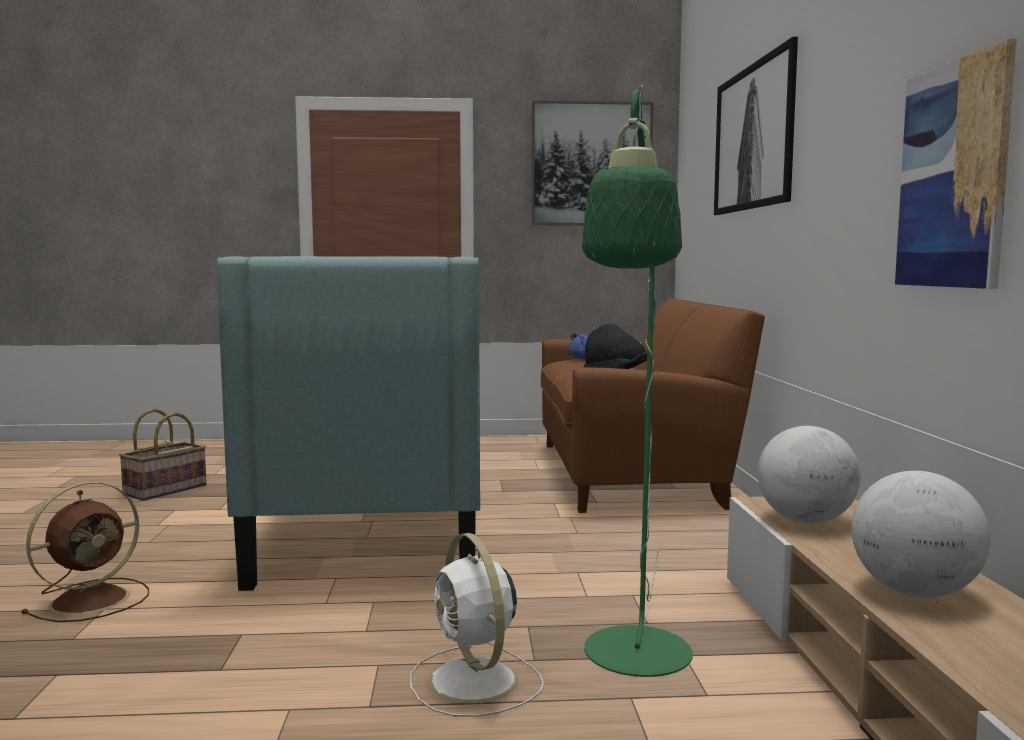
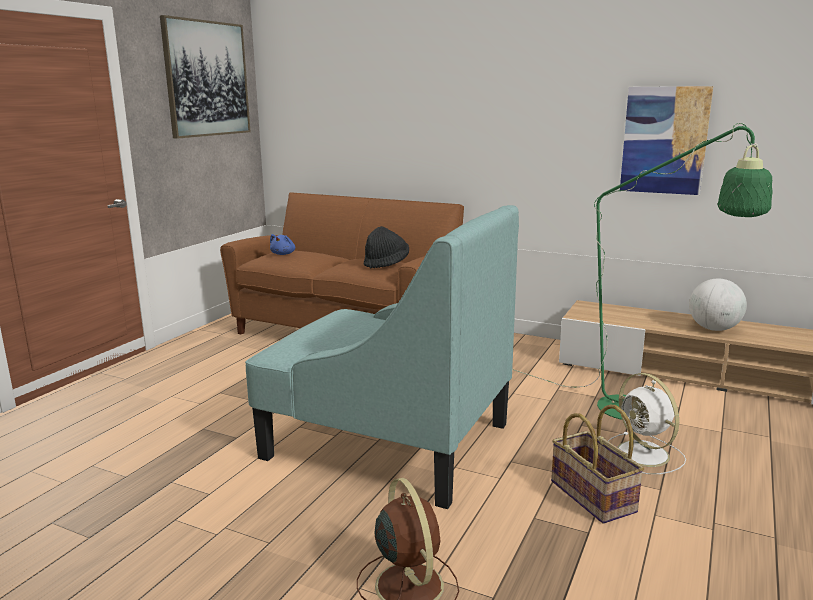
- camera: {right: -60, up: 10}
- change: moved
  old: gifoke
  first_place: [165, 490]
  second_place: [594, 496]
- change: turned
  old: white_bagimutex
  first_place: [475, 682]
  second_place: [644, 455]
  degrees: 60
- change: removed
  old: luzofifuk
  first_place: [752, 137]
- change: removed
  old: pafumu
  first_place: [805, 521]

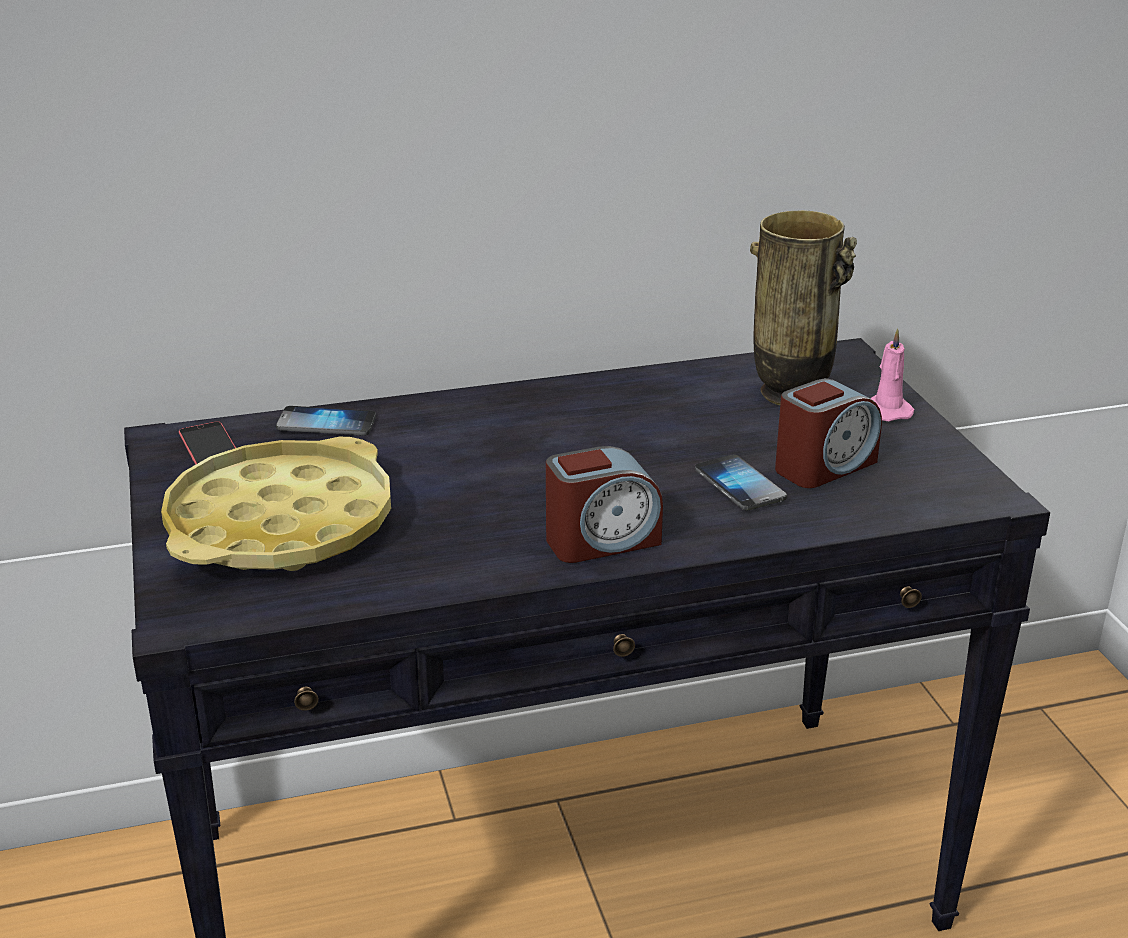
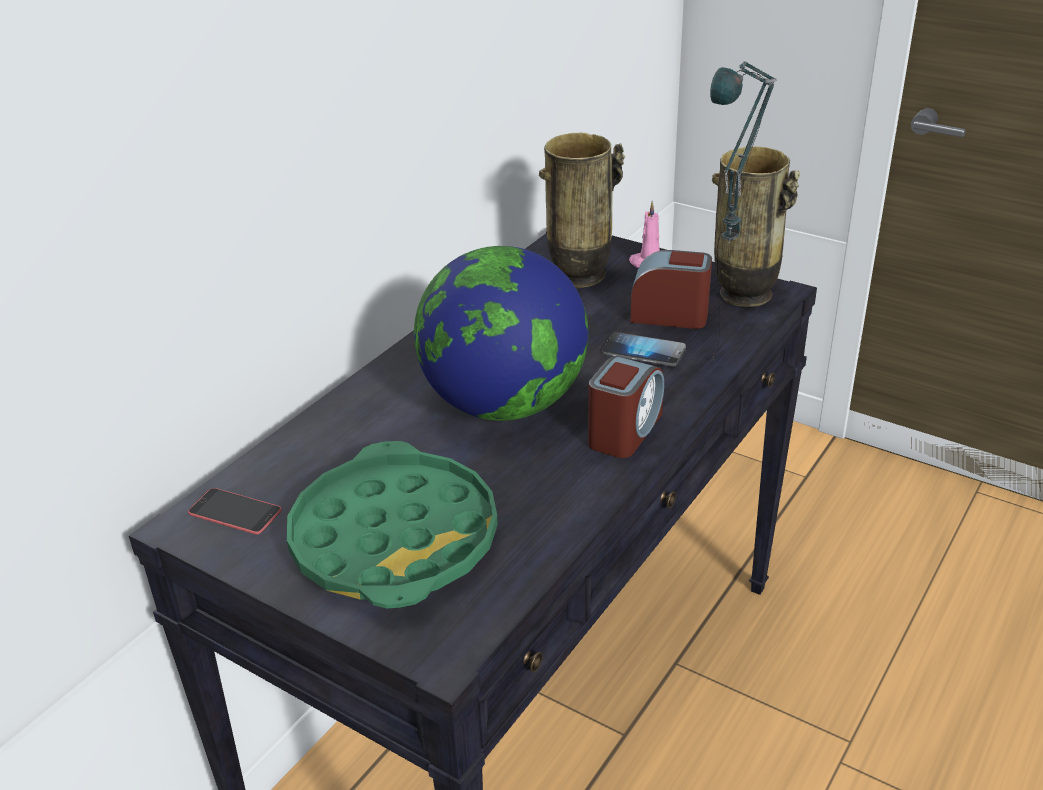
- camera: {right: -40, up: 5}
- change: recoloured
  old: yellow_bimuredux
  new: green_bimuredux
  first_place: [281, 524]
  second_place: [395, 539]
- change: removed
  old: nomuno
  first_place: [326, 424]
- change: turned
  old: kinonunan
  first_place: [824, 466]
  second_place: [669, 315]
  degrees: -90
- change: added
  new: pafumu
  second_place: [504, 404]
- change: added
  new: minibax
  second_place: [720, 374]
- change: added
  new: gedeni
  second_place: [745, 295]

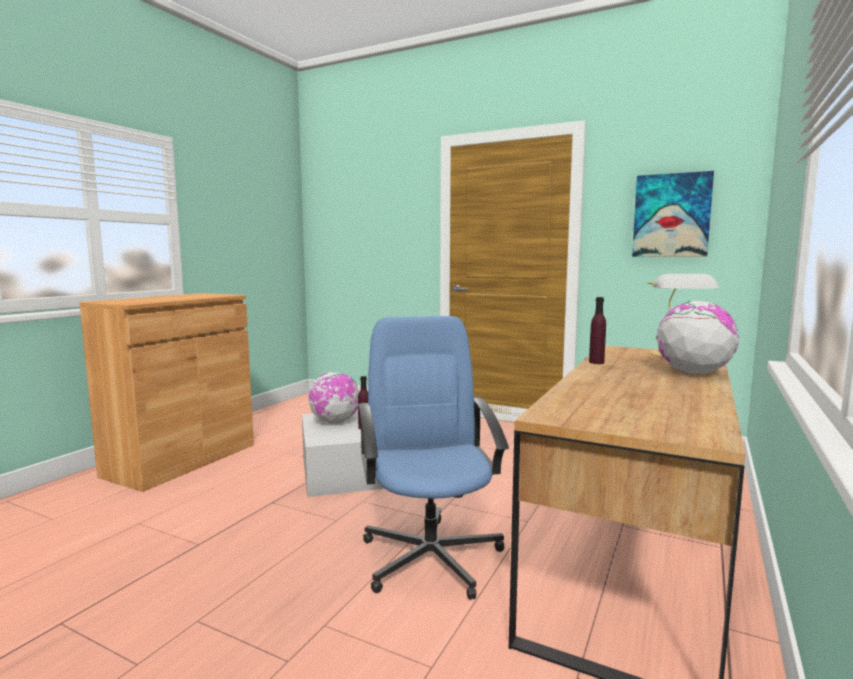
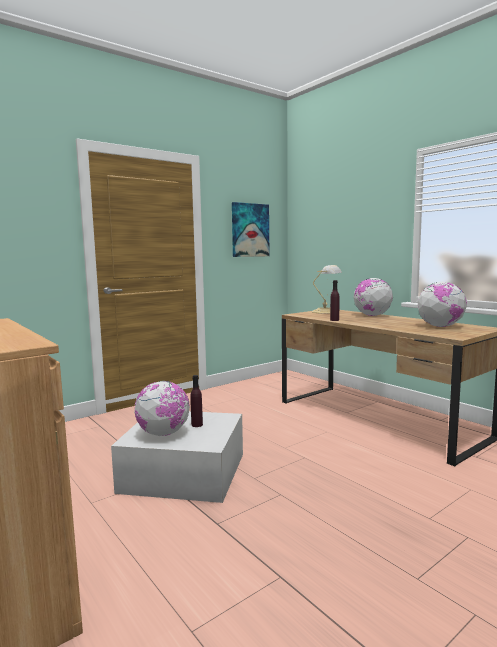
- camera: {right: -65, up: 0}
- change: removed
  old: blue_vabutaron
  first_place: [431, 556]
- change: added
  new: pafumu
  second_place: [440, 326]

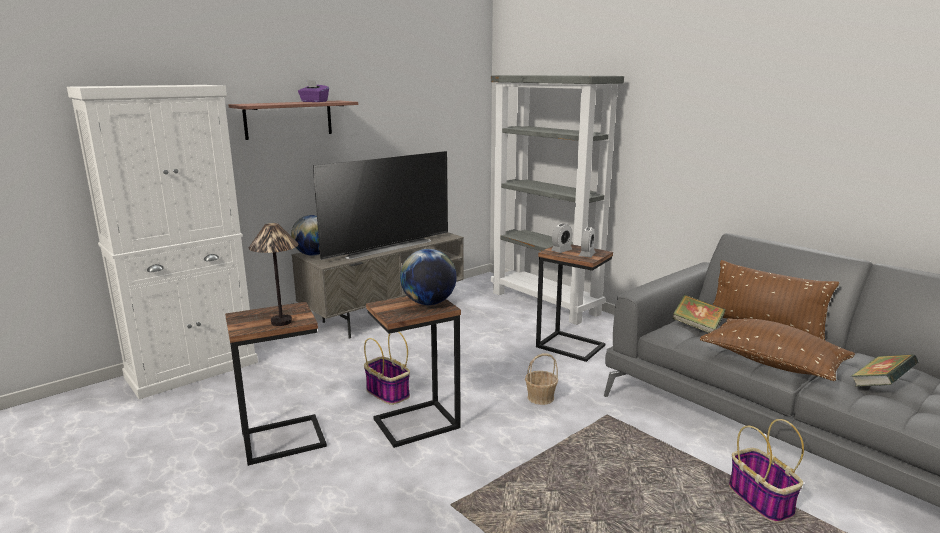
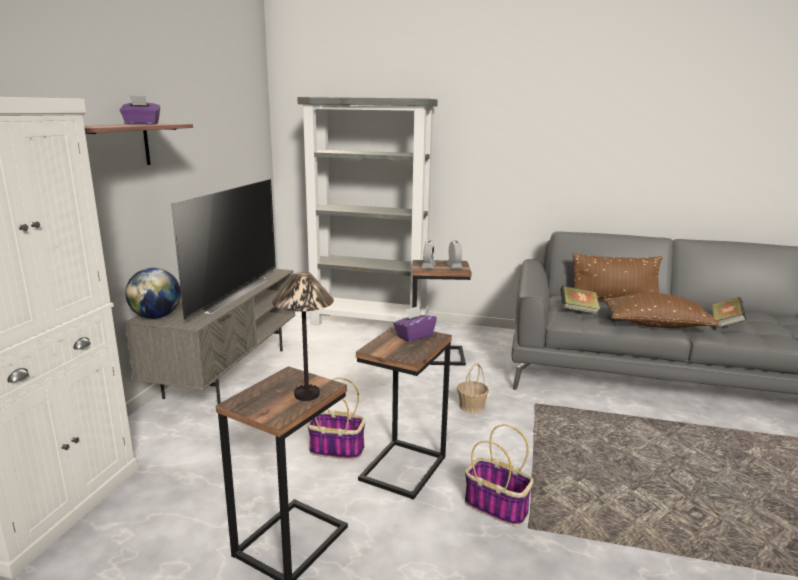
- camera: {right: -35, up: 0}
- change: replaced
  old: pafumu
  new: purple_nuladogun
  first_place: [428, 303]
  second_place: [414, 336]
- change: moved
  old: gifoke
  first_place: [761, 500]
  second_place: [497, 507]

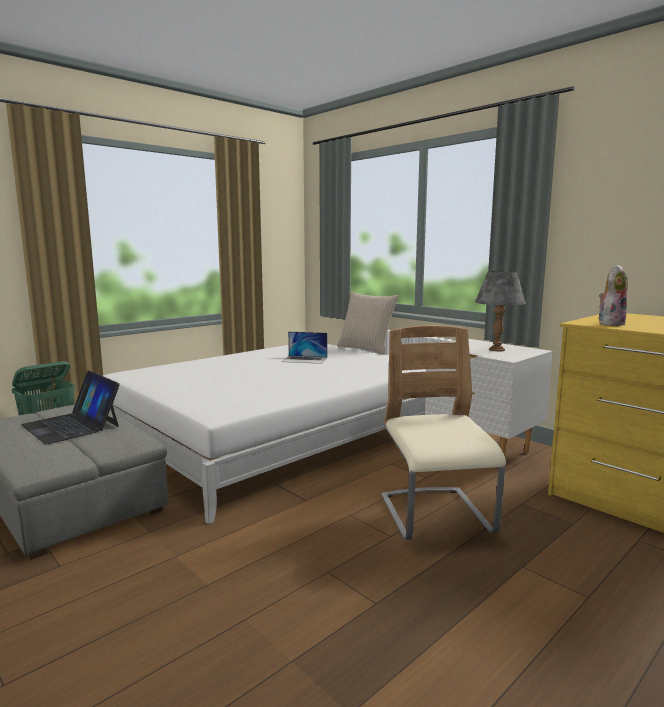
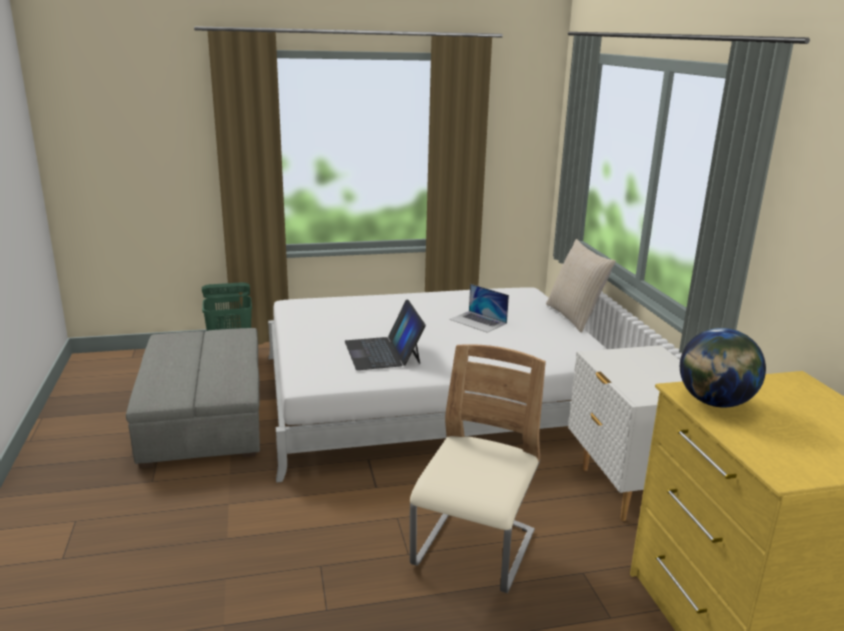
- camera: {right: 30, up: 10}
- change: moved
  old: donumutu
  first_place: [72, 425]
  second_place: [383, 352]
- change: removed
  old: grey_minibax
  first_place: [497, 349]
- change: replaced
  old: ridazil
  new: pafumu
  first_place: [610, 323]
  second_place: [714, 402]

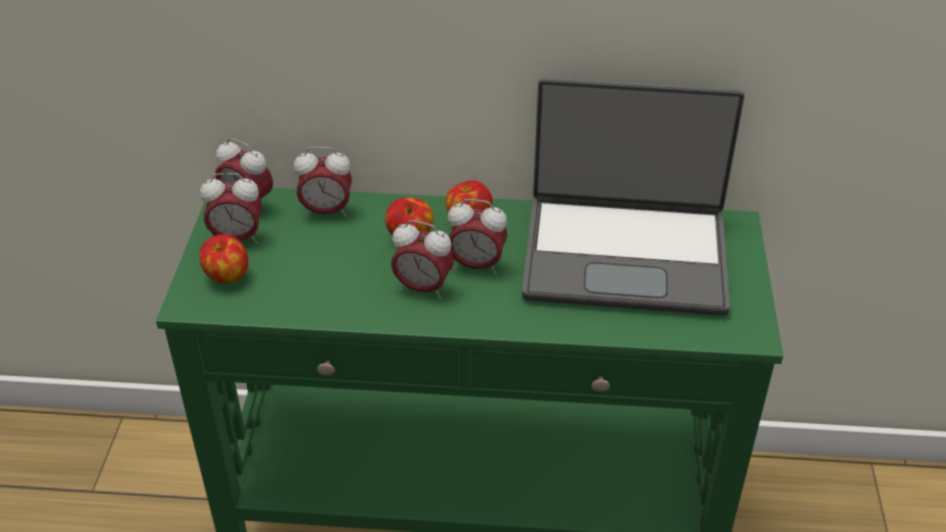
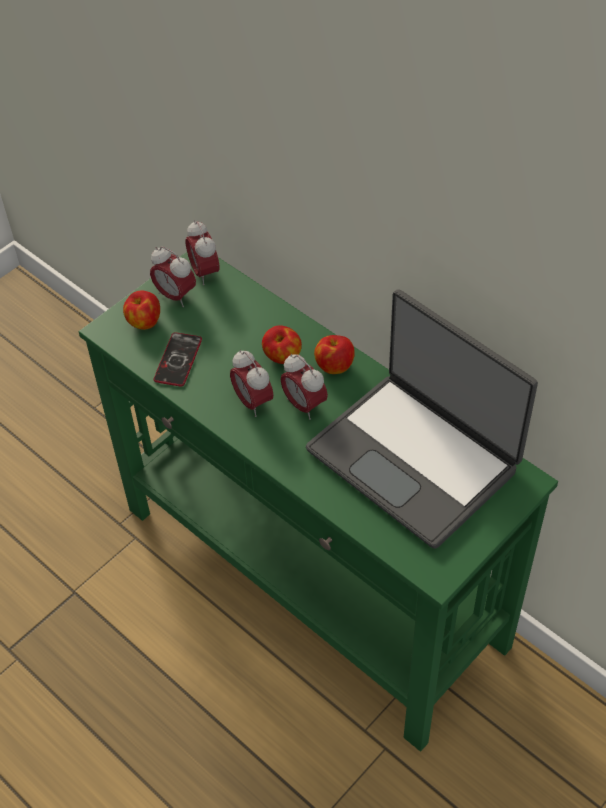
- camera: {right: 40, up: 10}
- change: removed
  old: kinonunan
  first_place: [326, 211]
- change: added
  new: nomuno
  second_place: [178, 360]

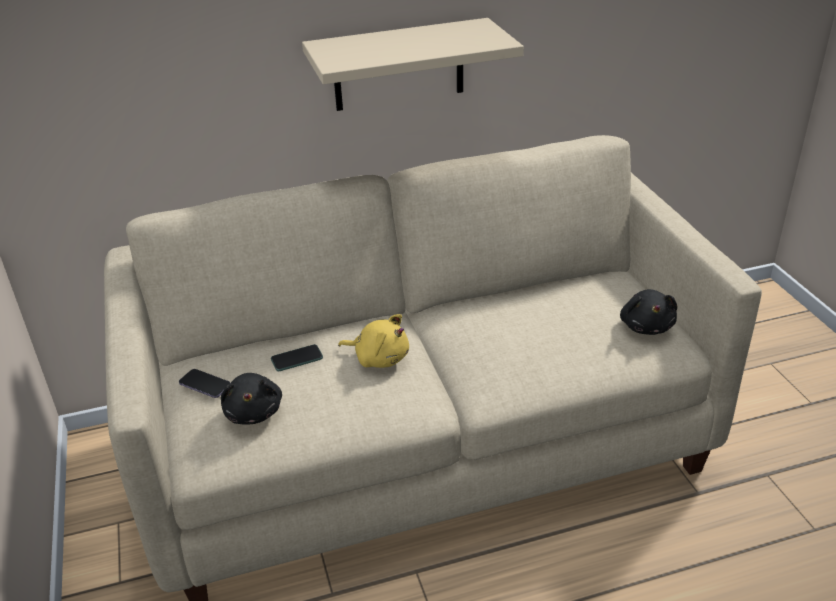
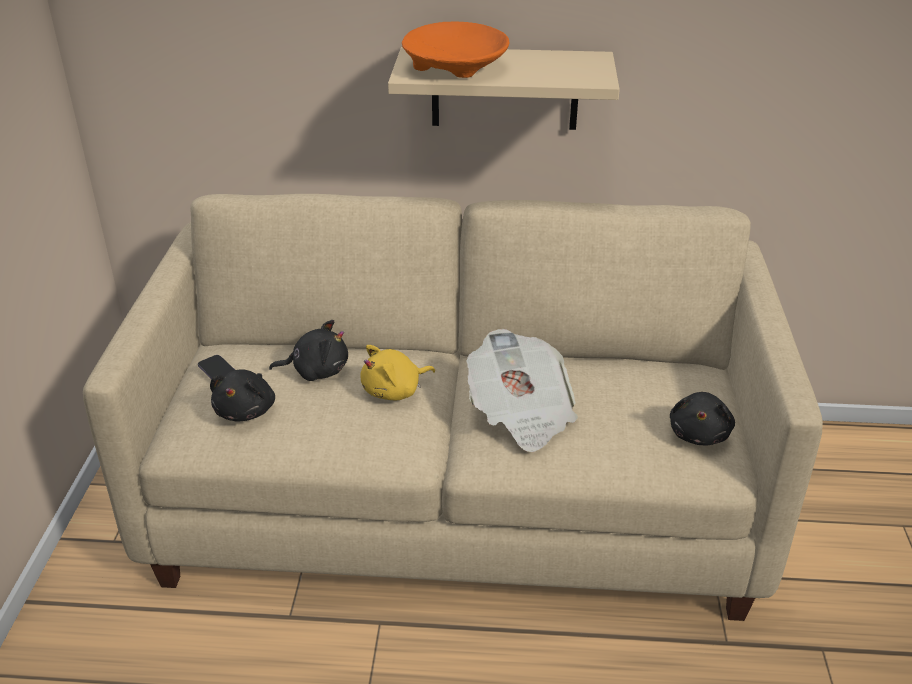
- camera: {right: 20, up: 0}
- change: replaced
  old: nomuno
  new: black_ridazil
  first_place: [297, 359]
  second_place: [316, 370]
- change: turned
  old: yellow_ridazil
  first_place: [379, 358]
  second_place: [395, 391]
  degrees: 105
- change: added
  new: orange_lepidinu
  second_place: [456, 68]
- change: added
  new: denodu
  second_place: [521, 414]

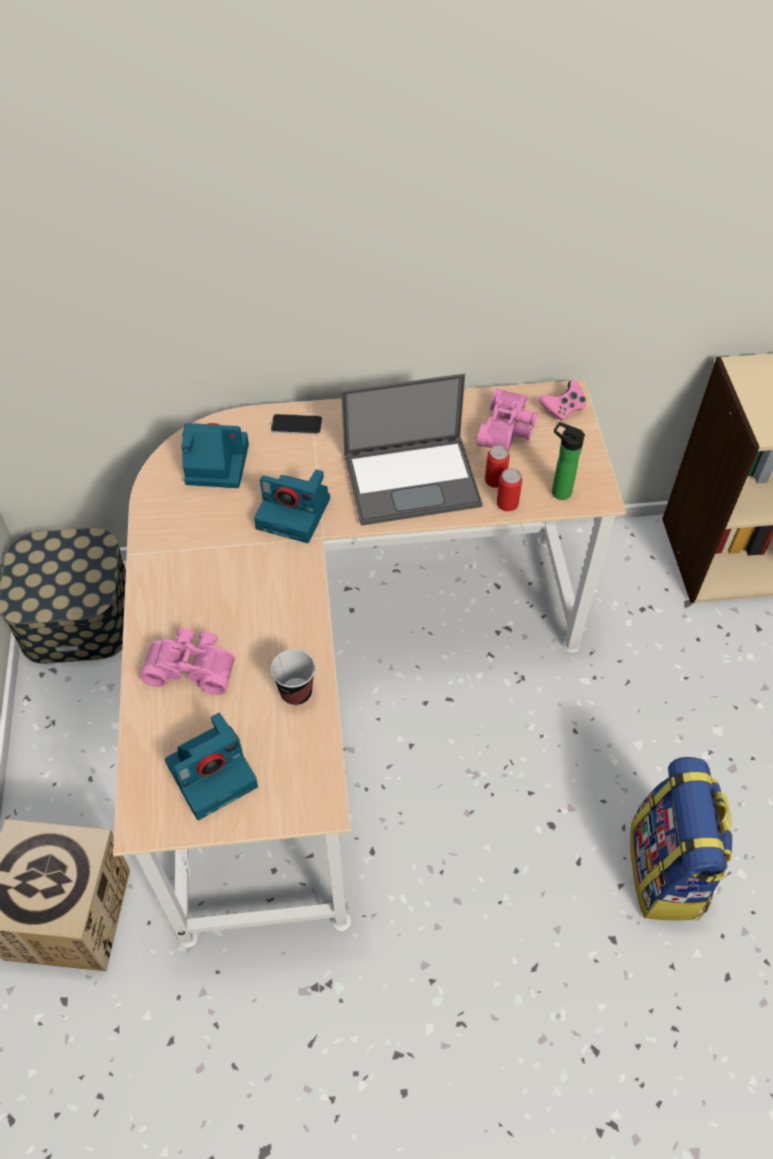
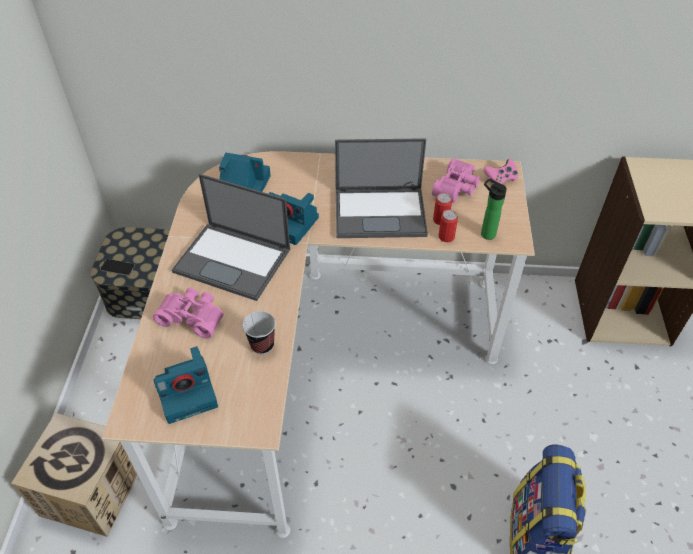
- camera: {right: 10, up: -5}
- change: moved
  old: nomuno
  first_place: [296, 425]
  second_place: [117, 267]
- change: added
  new: donumutu
  second_place: [234, 260]

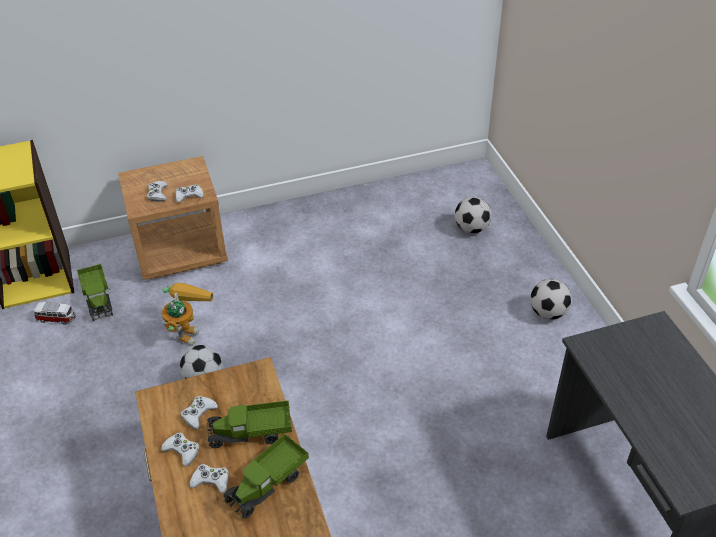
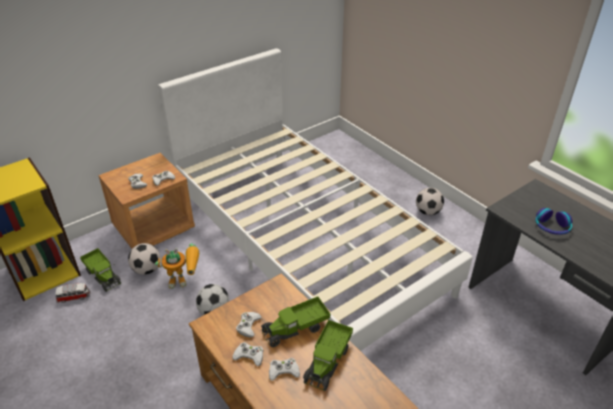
- camera: {right: -20, up: -5}
- change: turned
  old: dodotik
  first_place: [187, 329]
  second_place: [185, 280]
  degrees: 90
- change: moved
  old: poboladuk
  first_place: [471, 228]
  second_place: [147, 269]
- change: added
  new: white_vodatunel
  second_place: [306, 242]
- change: added
  new: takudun
  second_place: [551, 227]

